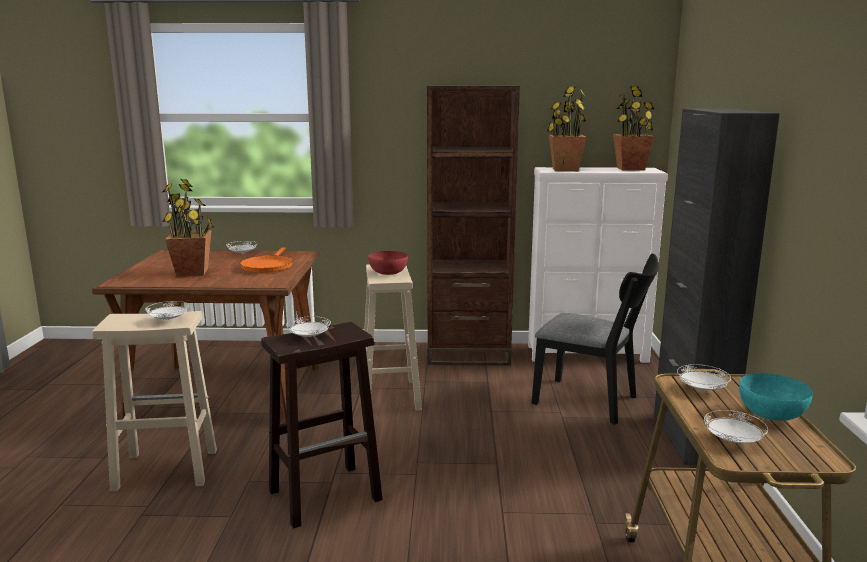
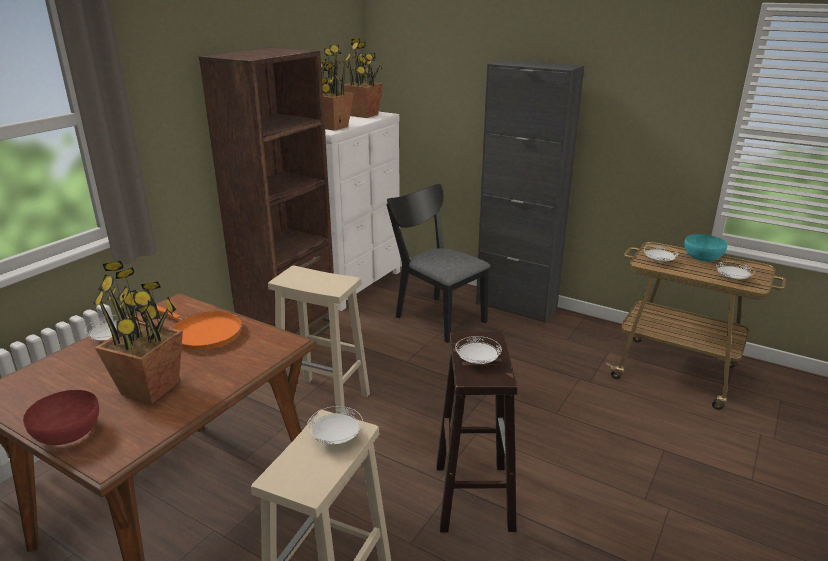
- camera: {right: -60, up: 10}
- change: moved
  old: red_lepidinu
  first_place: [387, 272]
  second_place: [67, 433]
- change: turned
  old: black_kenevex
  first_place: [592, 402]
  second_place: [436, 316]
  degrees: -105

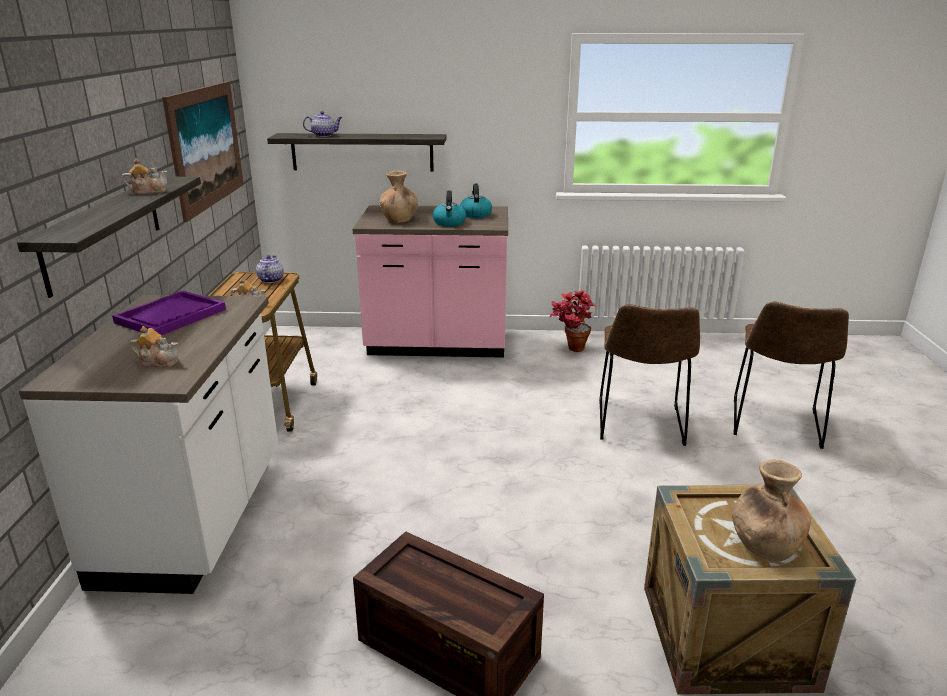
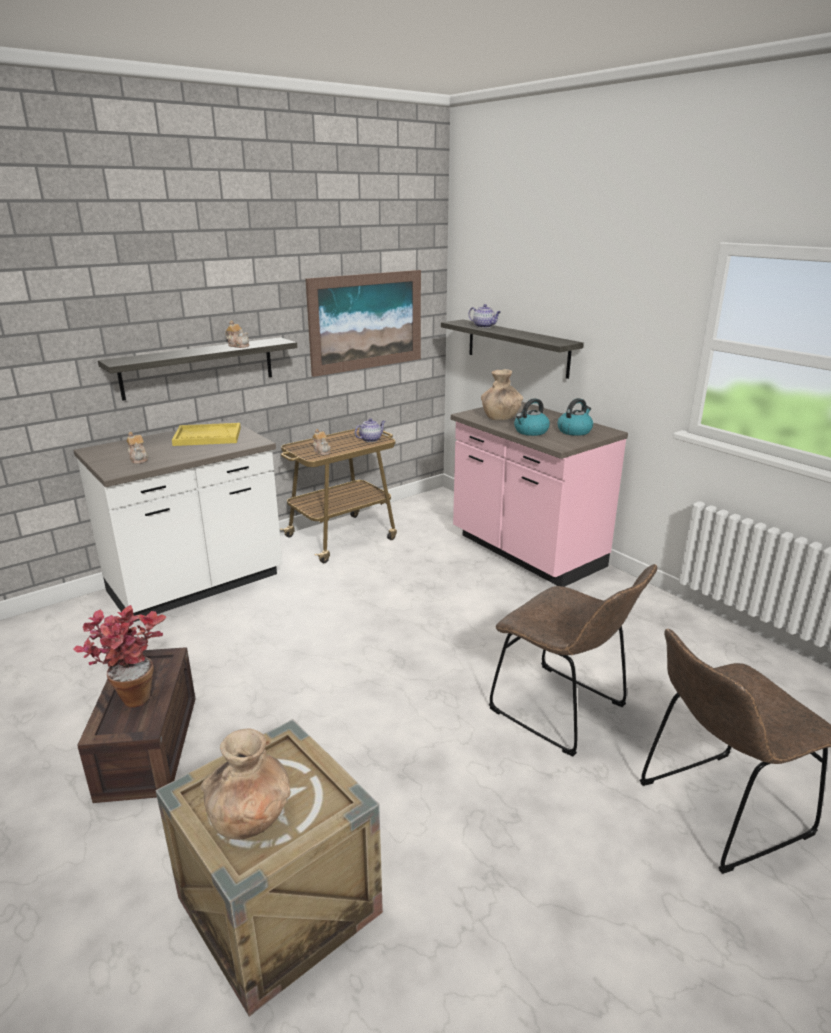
- camera: {right: 50, up: 0}
- change: recoloured
  old: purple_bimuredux
  new: yellow_bimuredux
  first_place: [171, 316]
  second_place: [207, 436]
- change: moved
  old: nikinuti
  first_place: [570, 349]
  second_place: [131, 695]
- change: turned
  old: brown_kenevex
  first_place: [640, 425]
  second_place: [563, 711]
  degrees: -105

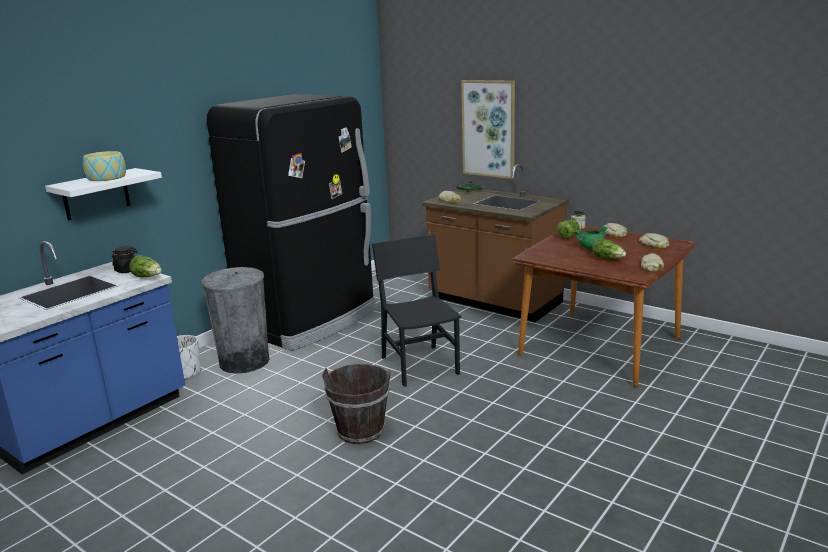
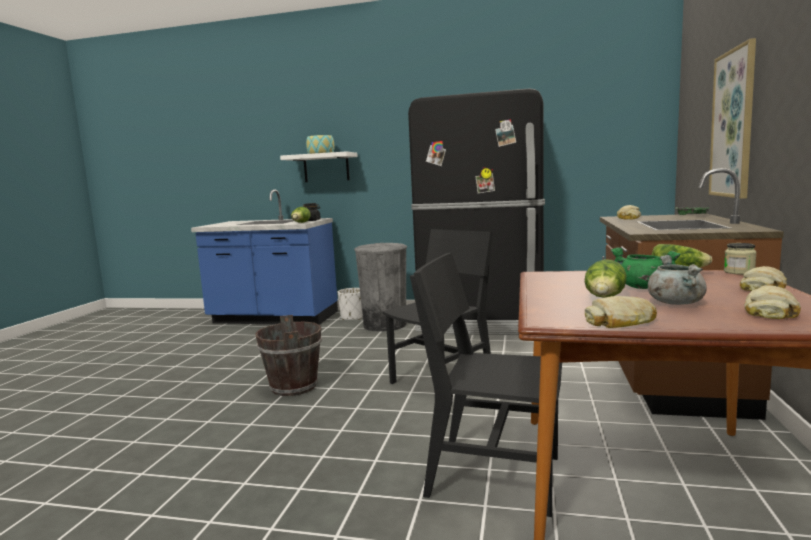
- camera: {right: 65, up: -10}
- change: added
  new: black_kenevex
  second_place: [493, 475]
- change: added
  new: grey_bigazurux
  second_place: [675, 303]

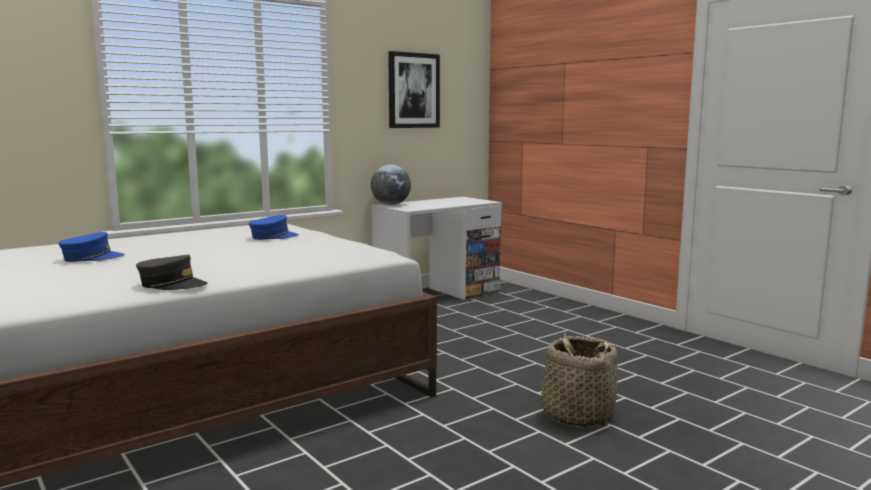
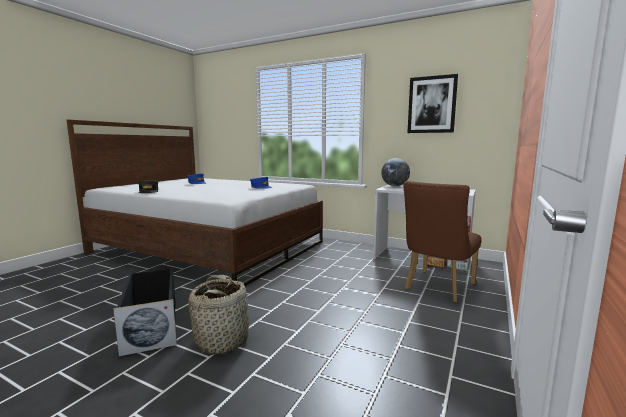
- camera: {right: 65, up: 0}
- change: added
  new: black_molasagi
  second_place: [151, 325]
- change: added
  new: brown_kenevex
  second_place: [437, 288]

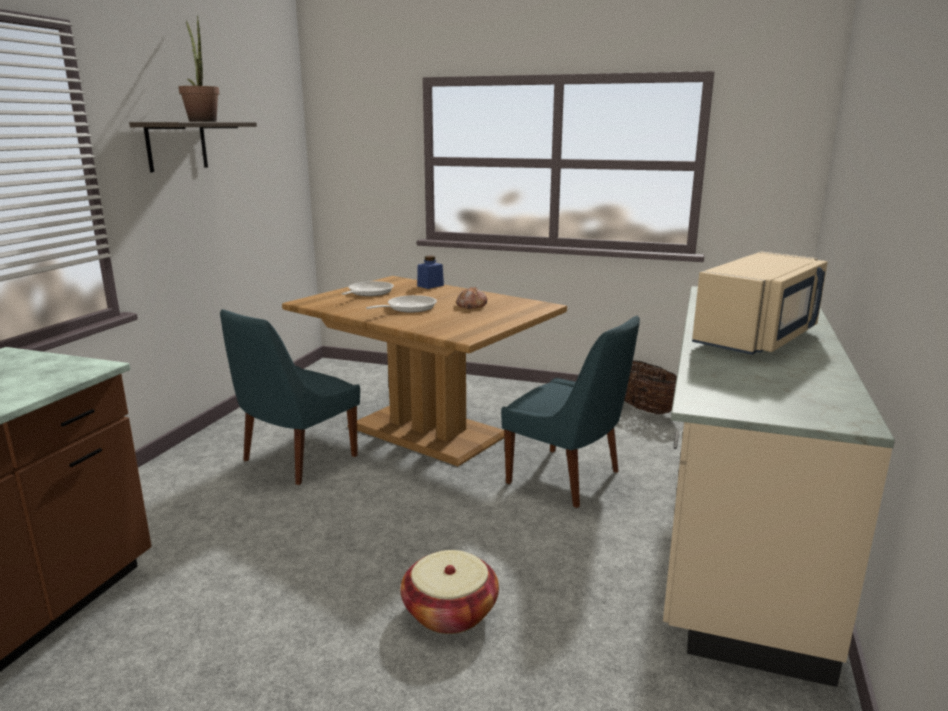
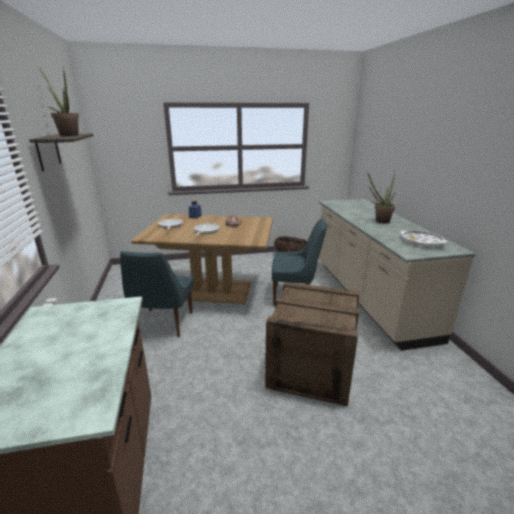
- camera: {right: -30, up: 5}
- change: replaced
  old: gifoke
  new: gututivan
  first_place: [450, 612]
  second_place: [311, 369]
- change: replaced
  old: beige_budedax
  new: nikinuti
  first_place: [758, 338]
  second_place: [379, 221]
- change: added
  new: white_bimuredux
  second_place: [421, 242]

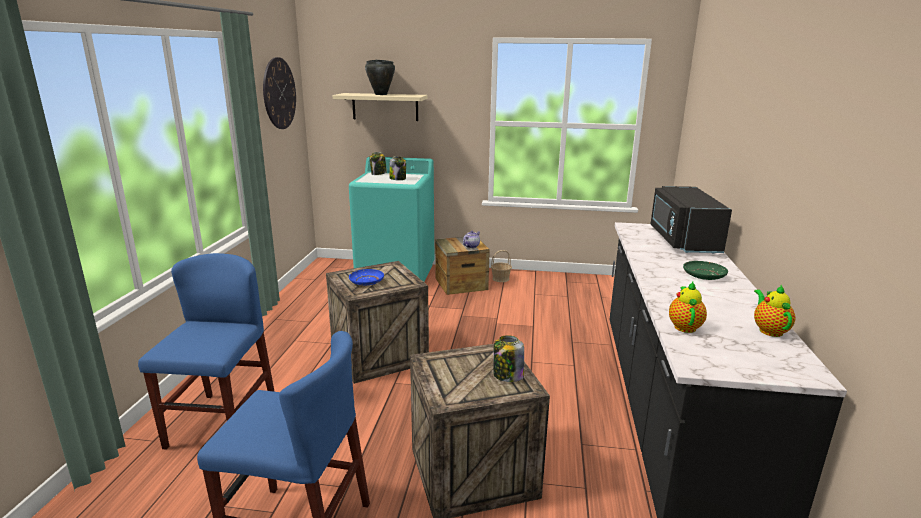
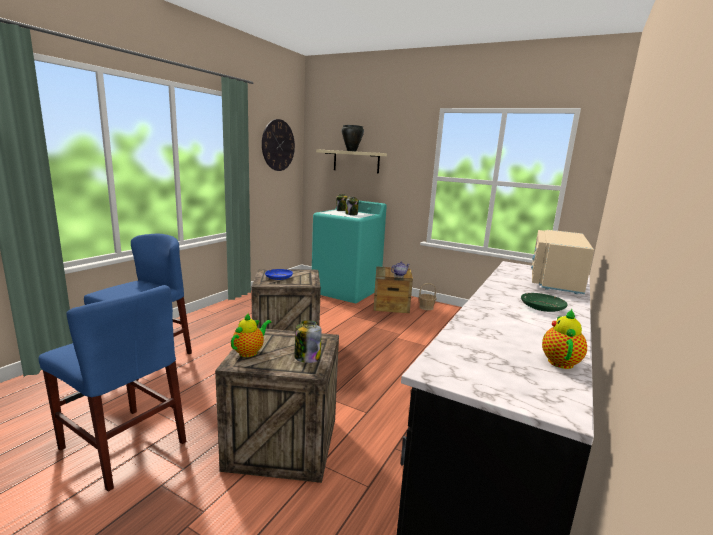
- camera: {right: 20, up: -5}
- change: recoloured
  old: black_budedax
  new: beige_budedax
  first_place: [682, 240]
  second_place: [553, 281]
- change: moved
  old: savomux
  first_place: [684, 326]
  second_place: [250, 352]

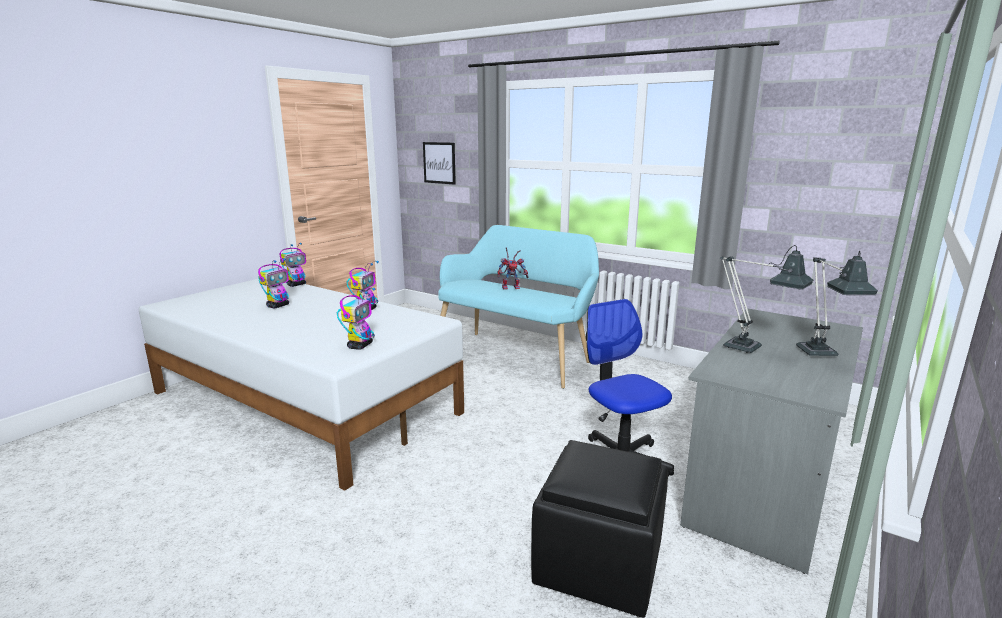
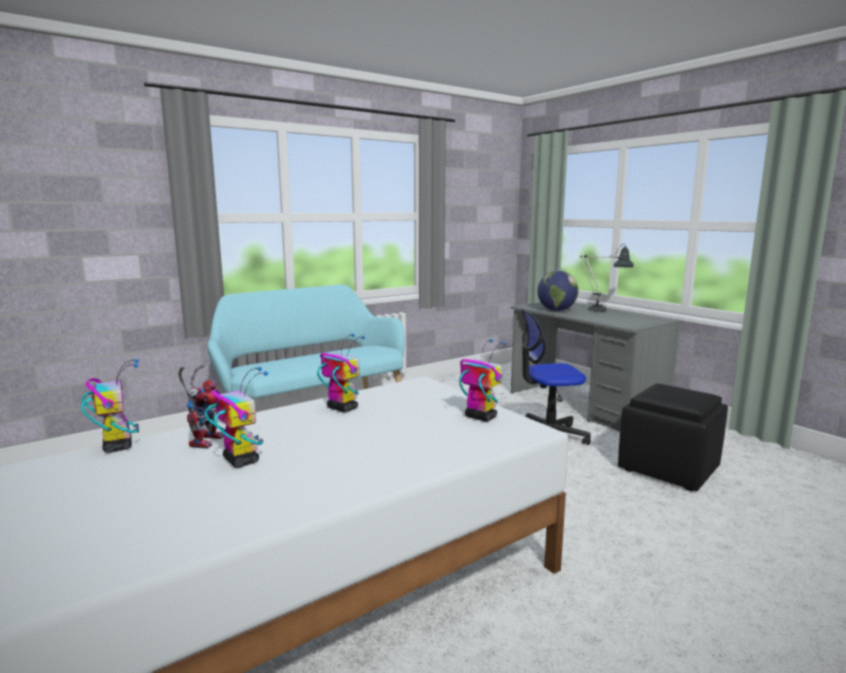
- camera: {right: -70, up: -5}
- change: removed
  old: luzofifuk
  first_place: [439, 163]
- change: moved
  old: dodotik
  first_place: [512, 287]
  second_place: [206, 440]
- change: removed
  old: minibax
  first_place: [751, 349]
- change: added
  new: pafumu
  second_place: [556, 310]

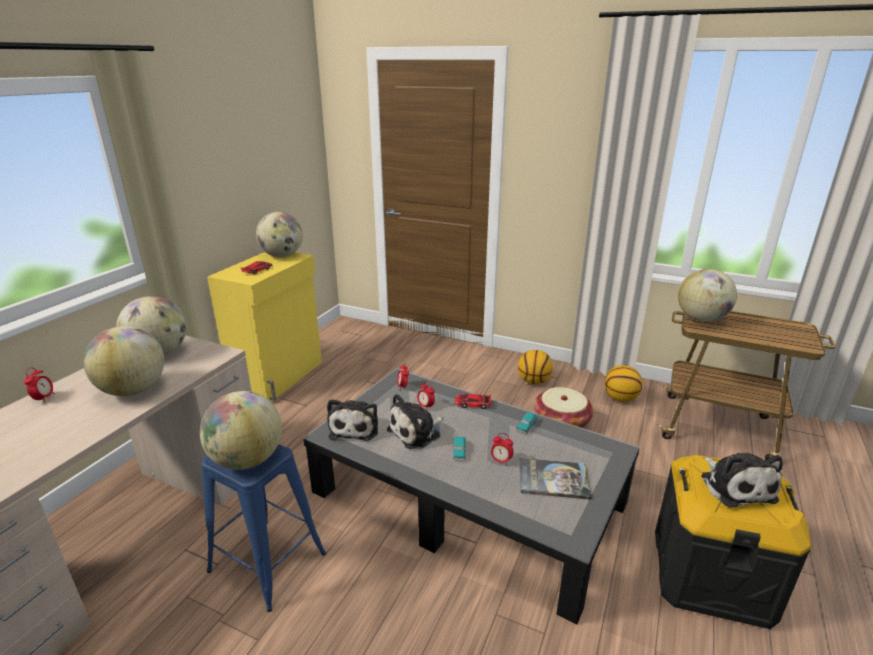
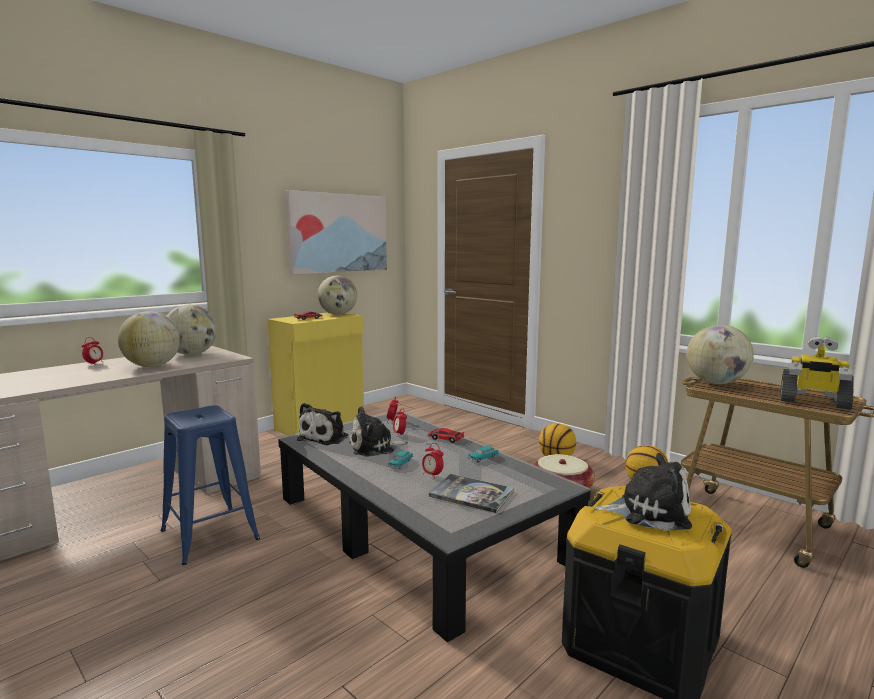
- camera: {right: 20, up: -15}
- change: removed
  old: pafumu
  first_place: [247, 460]
- change: turned
  old: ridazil
  first_place: [735, 486]
  second_place: [648, 511]
  degrees: -90
- change: added
  new: luzofifuk
  second_place: [338, 233]
- change: added
  new: dodotik
  second_place: [813, 402]

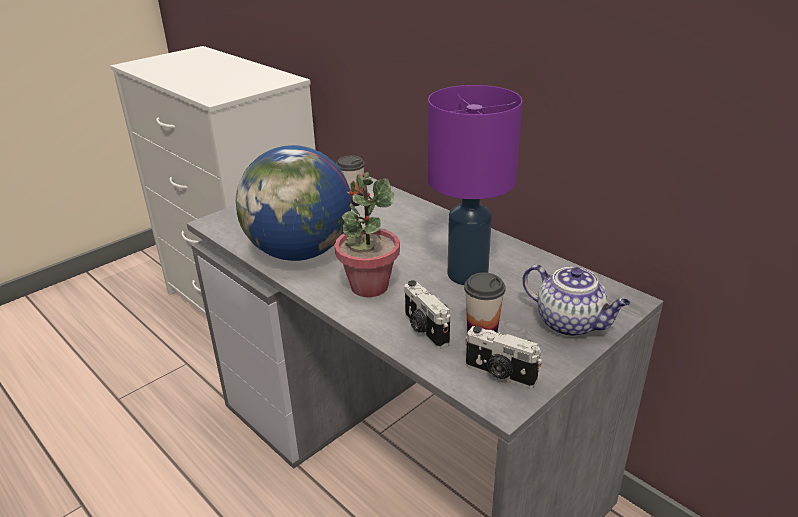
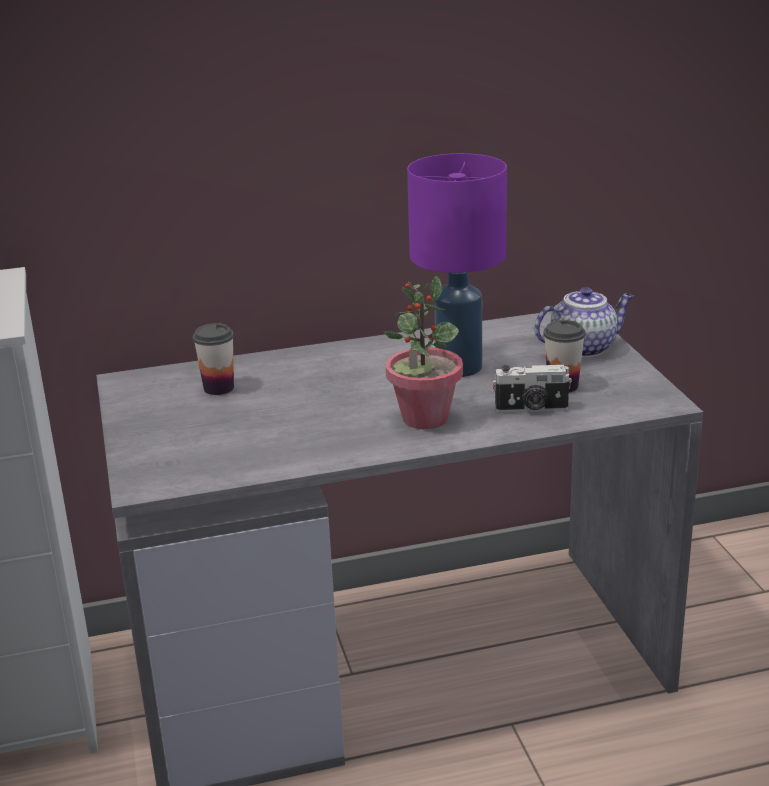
- camera: {right: -60, up: -5}
- change: removed
  old: pafumu
  first_place: [300, 252]
- change: removed
  old: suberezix
  first_place: [499, 374]

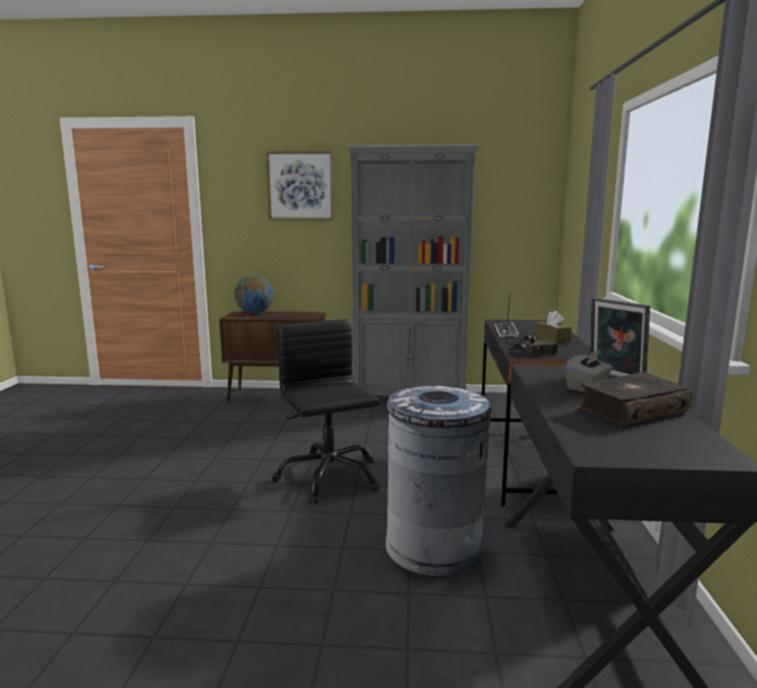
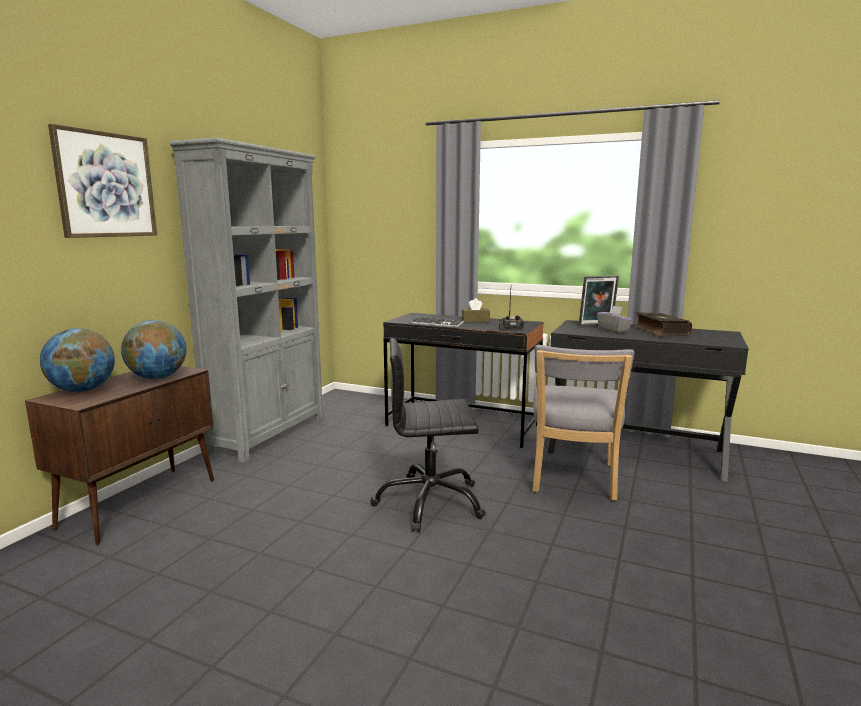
- camera: {right: -70, up: 0}
- change: replaced
  old: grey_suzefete
  new: grey_kenevex
  first_place: [434, 547]
  second_place: [573, 480]
- change: added
  new: pafumu
  second_place: [157, 377]

